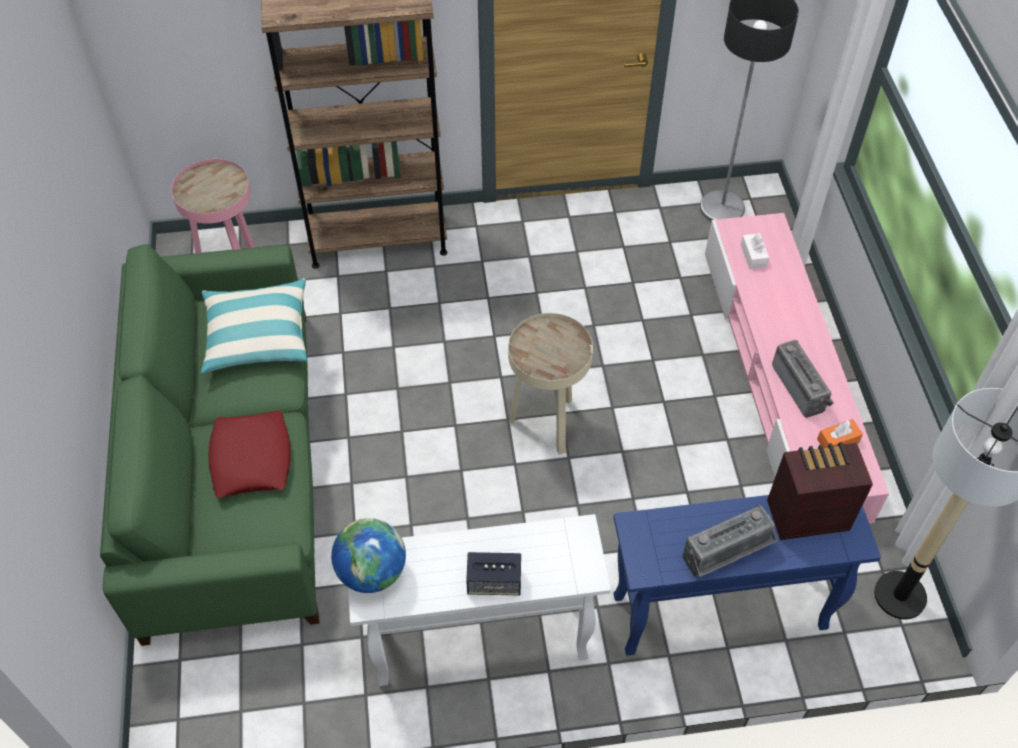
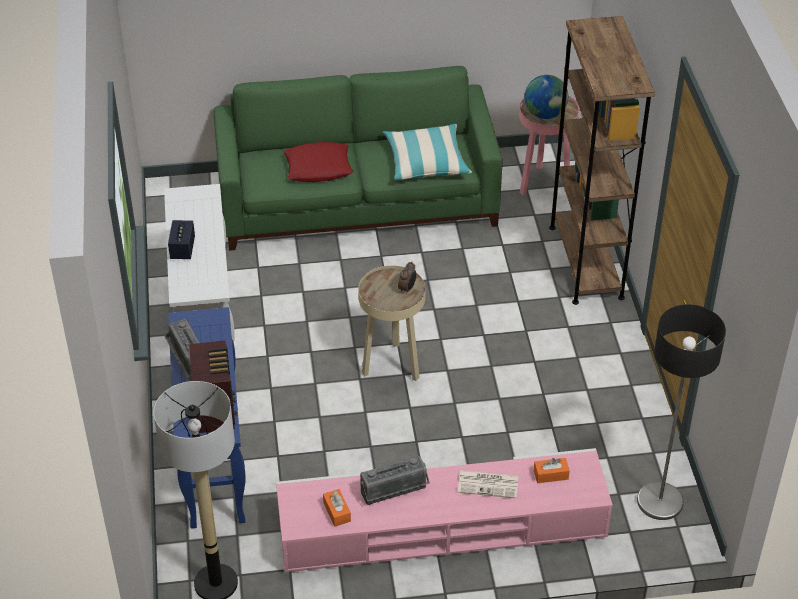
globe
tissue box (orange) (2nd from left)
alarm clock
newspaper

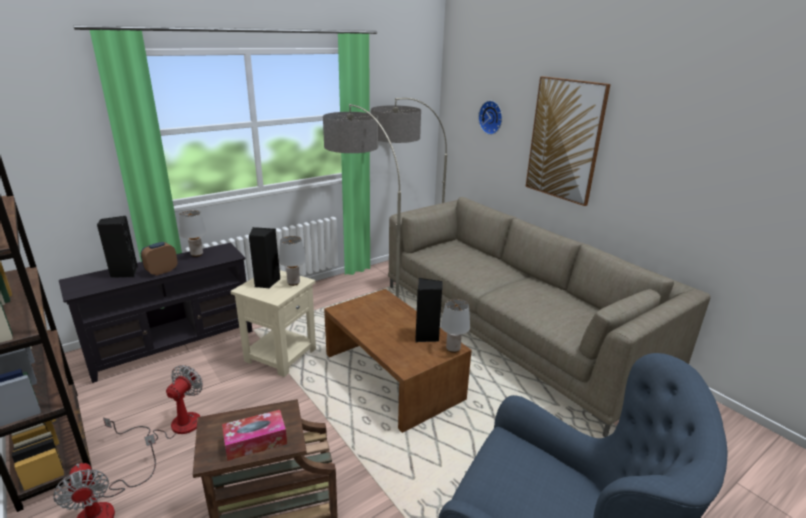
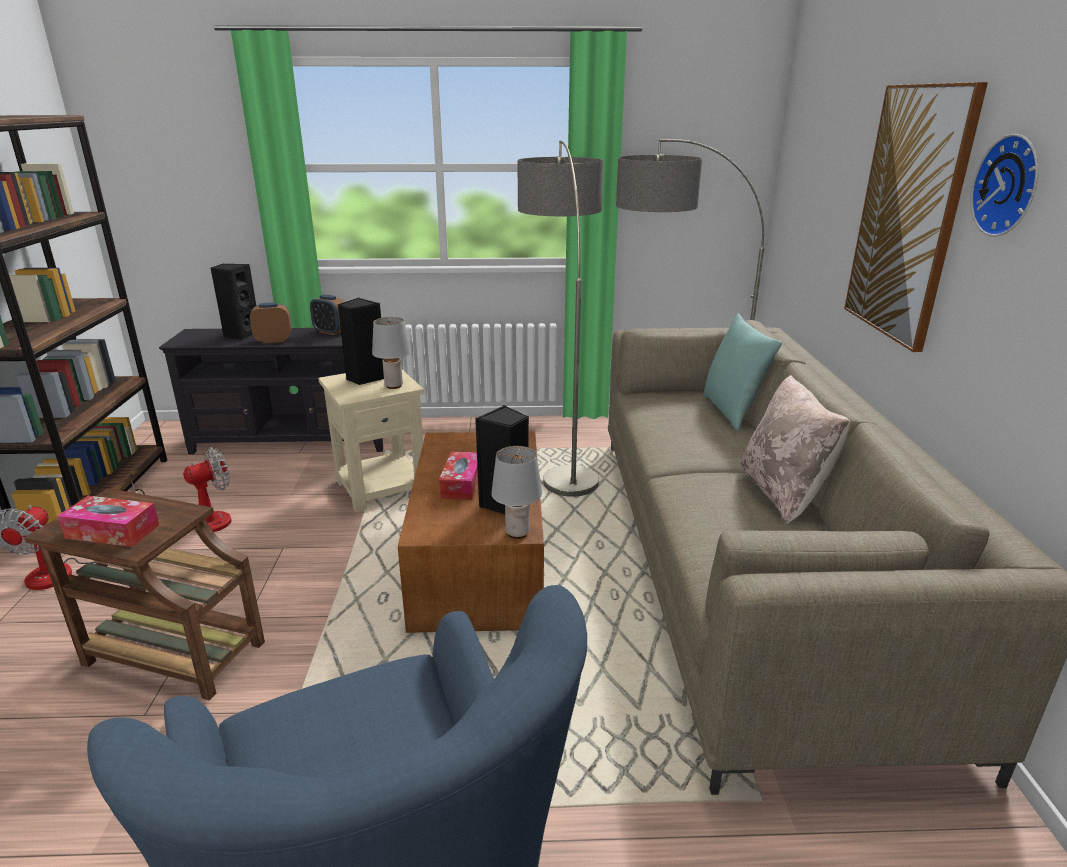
alarm clock (2nd from left)
wall clock
tissue box (2nd from left)
pillow (turquoise)
pillow (beige)

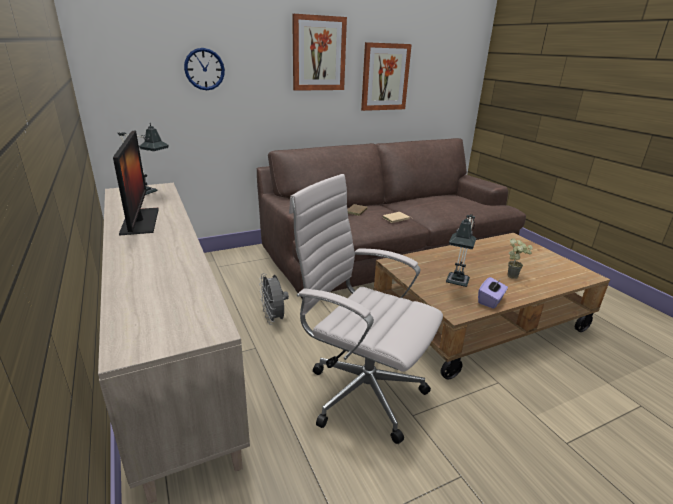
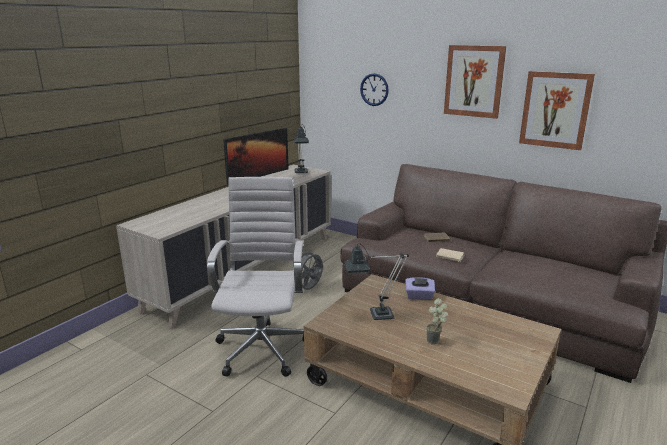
tissue box (purple)

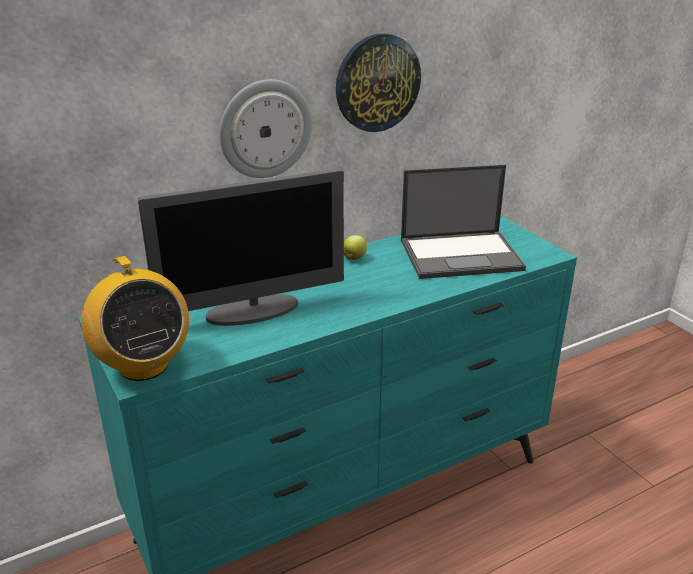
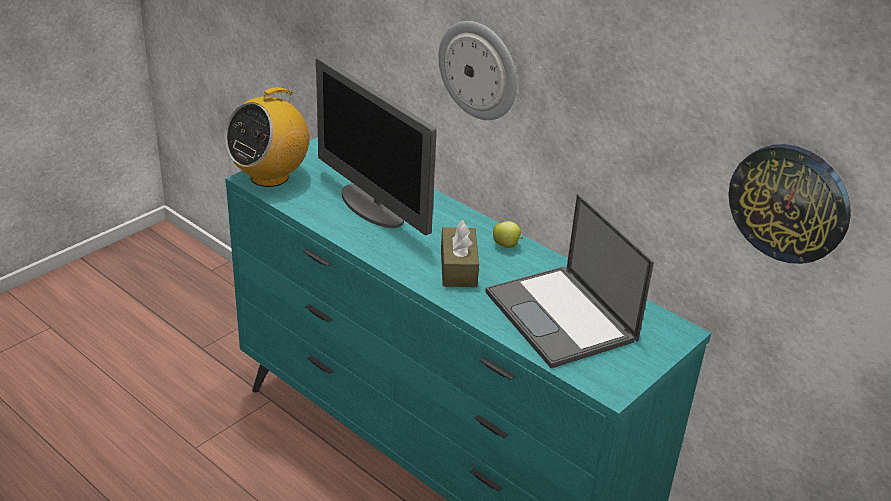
wall clock (2nd from left)
tissue box (brown)

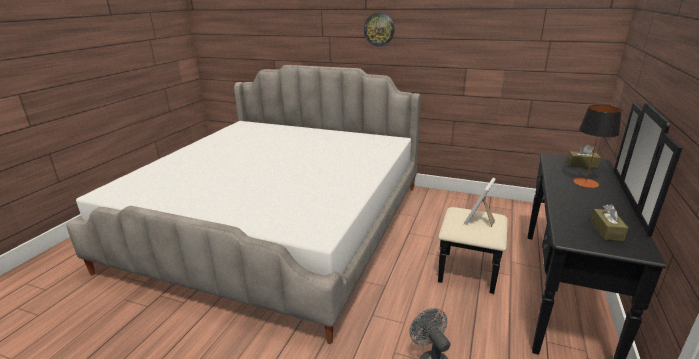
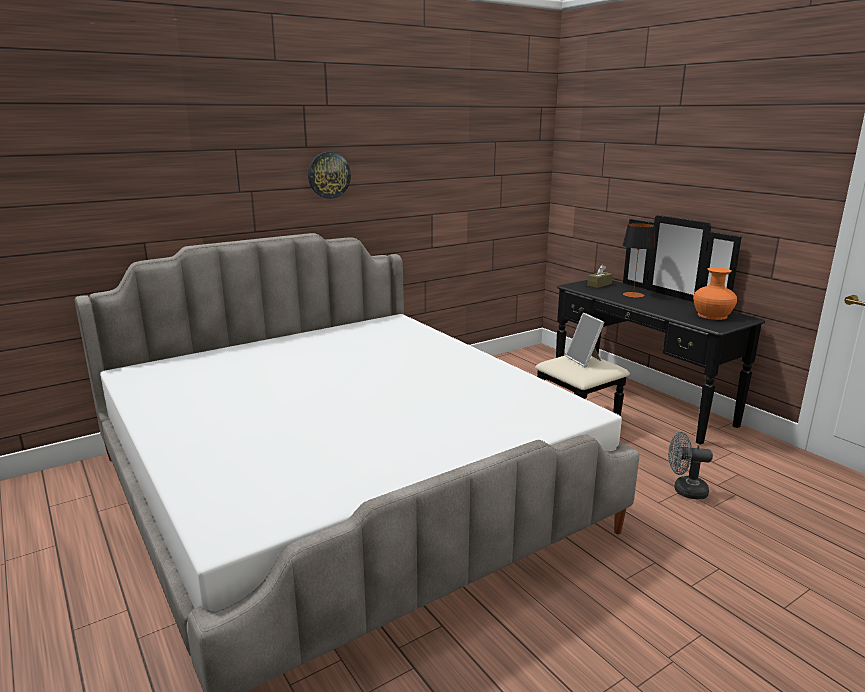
vase (orange)

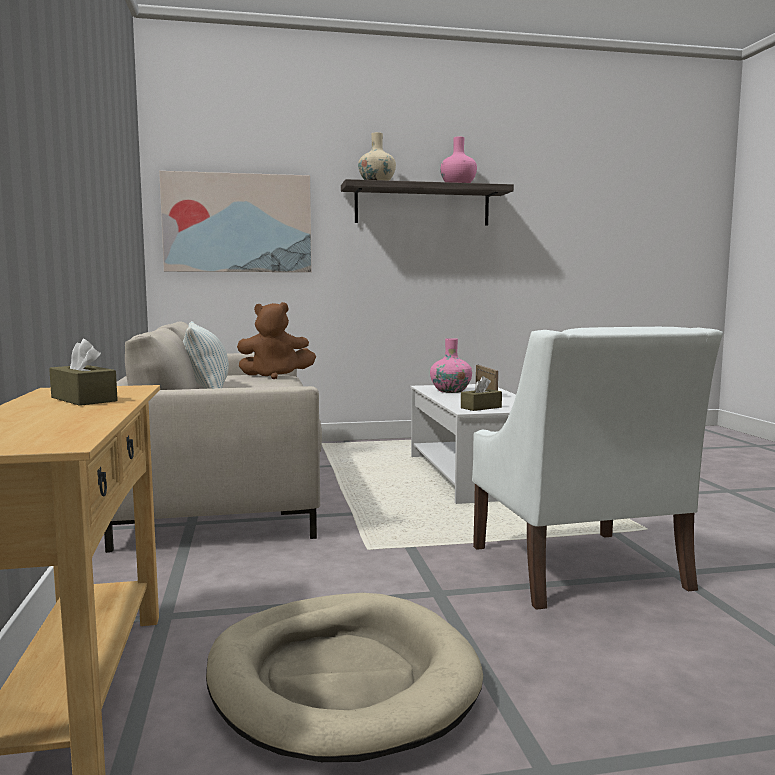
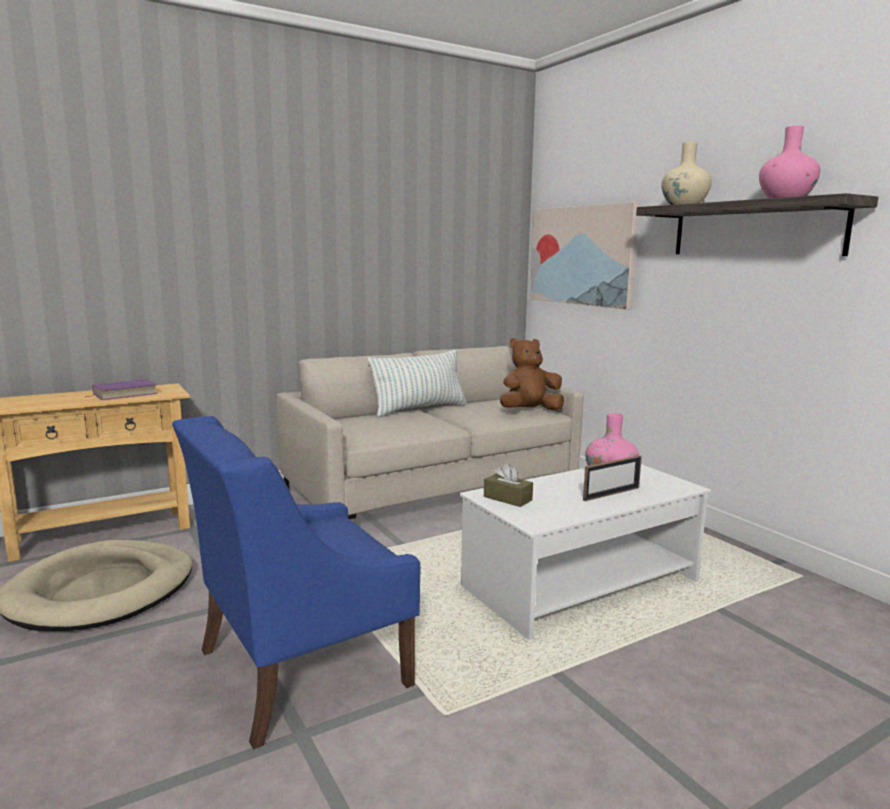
book (purple)
plush toy (brown)
armchair (blue)

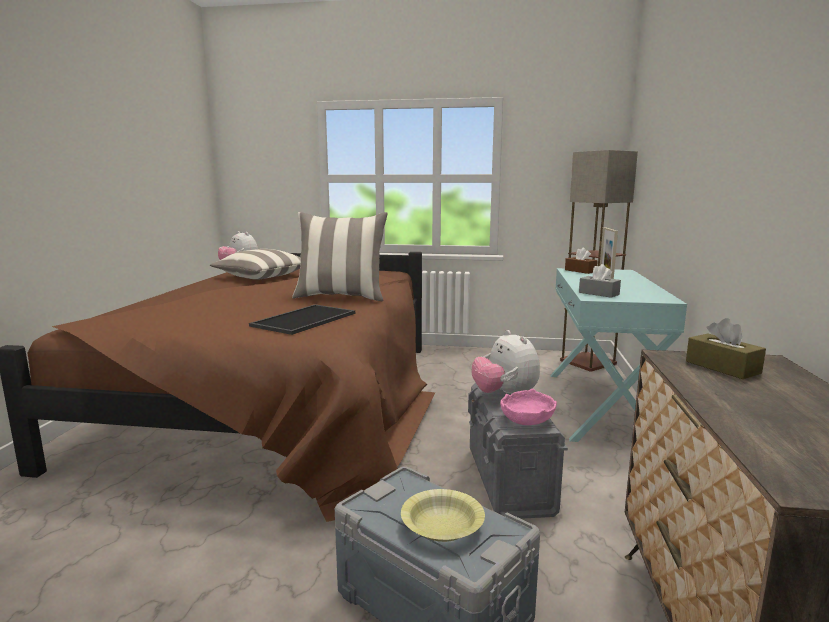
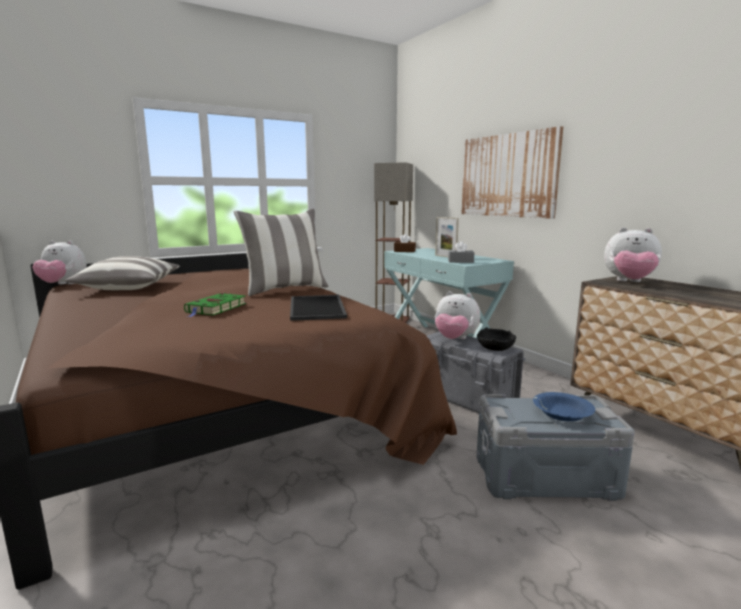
bowl (blue)
bowl (black)
plush toy (3rd from left)
book (green)
picture

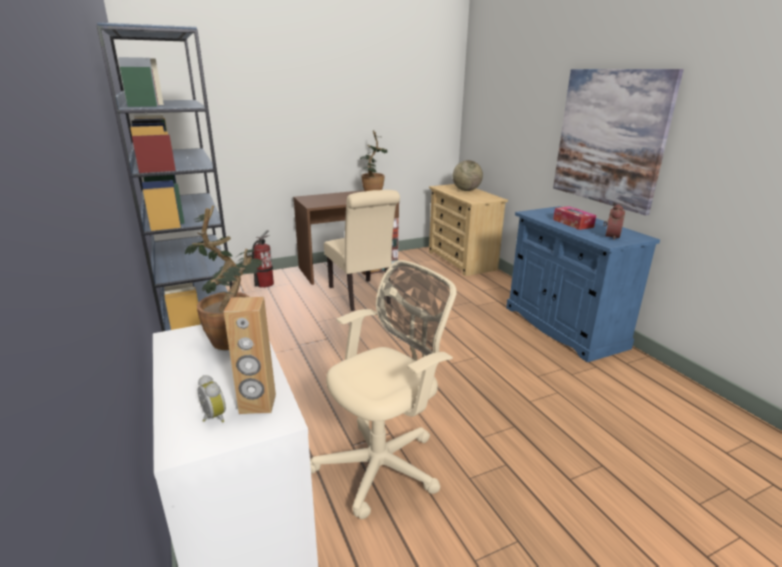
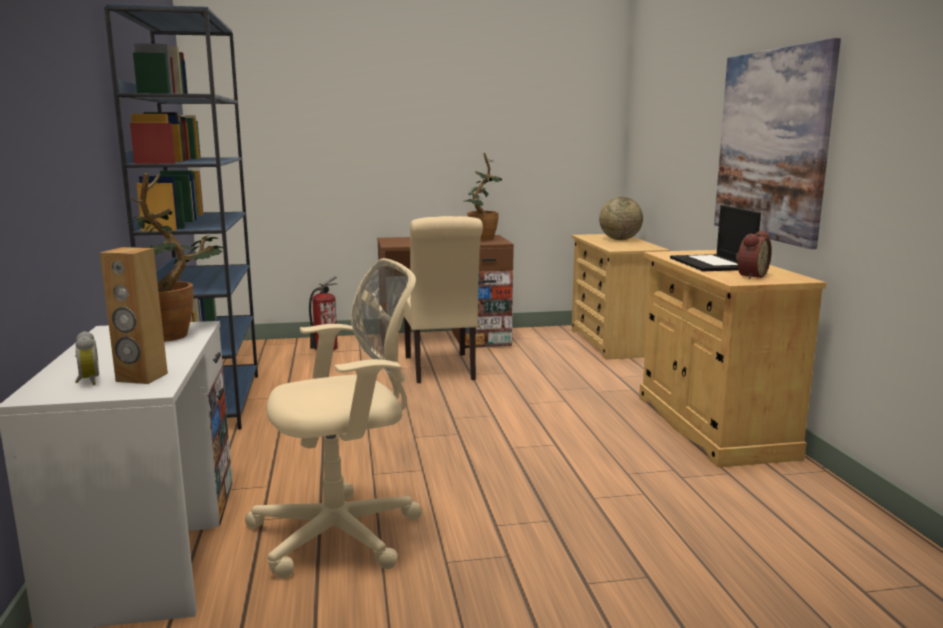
cabinet (beige)
laptop

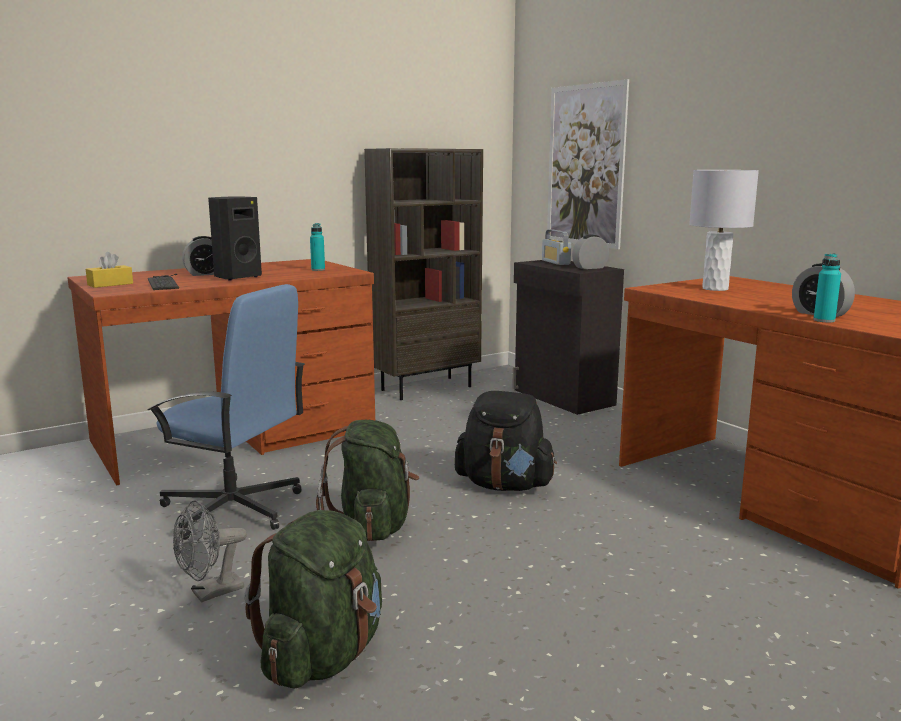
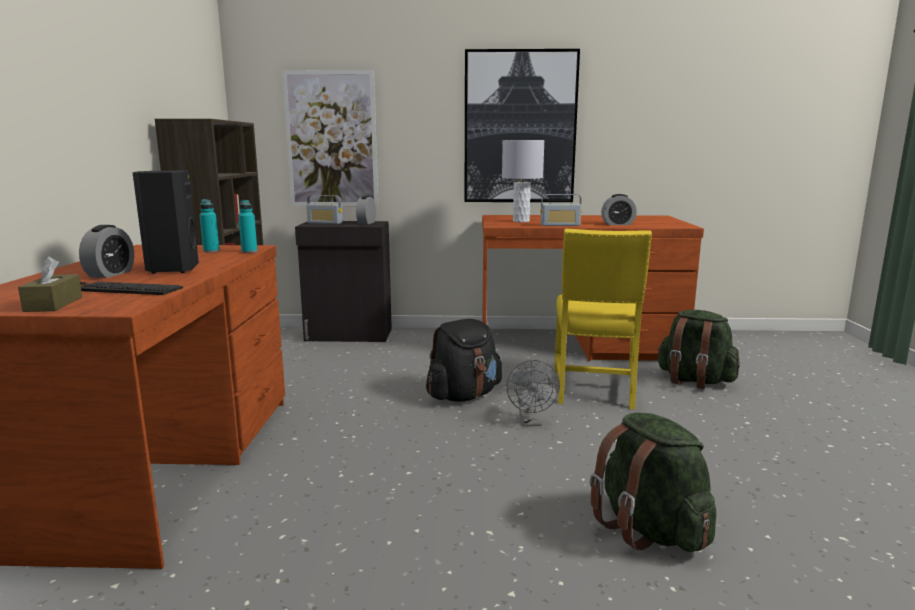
tissue box (brown)
office chair (blue)
fan (grey)
backpack (green) (2nd from left)
bottle (turquoise) (2nd from left)
picture (2nd from left)
radio (2nd from left)
chair (yellow)

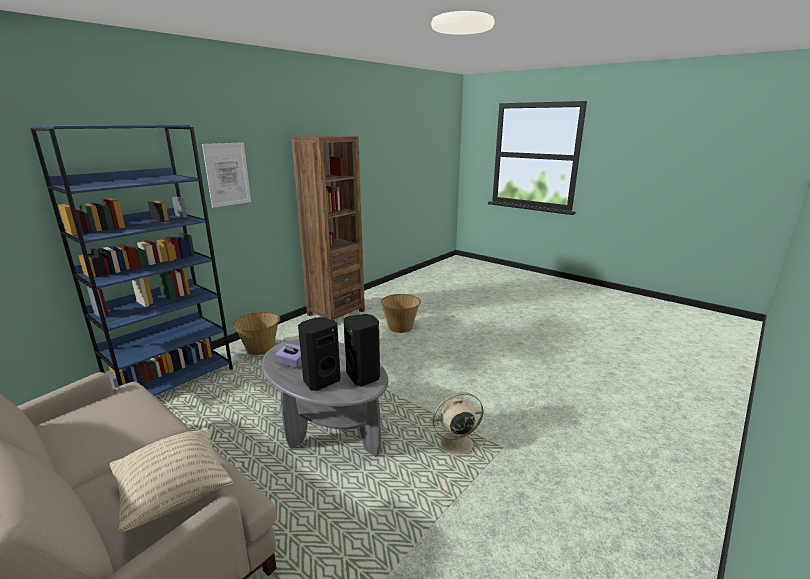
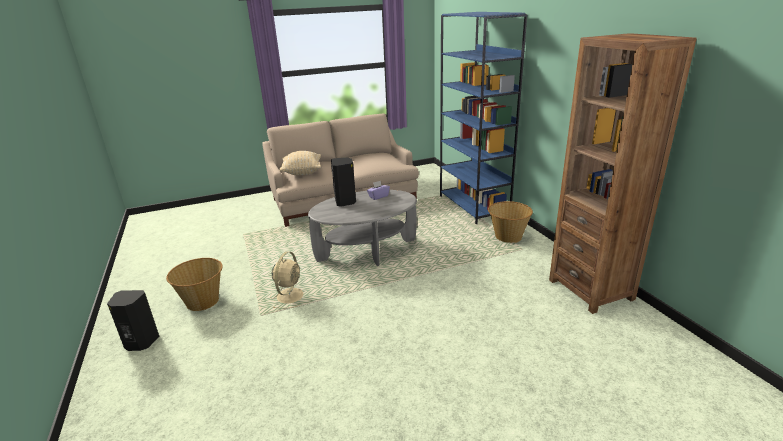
picture
speaker (black) (1st from left)
basket (1st from left)

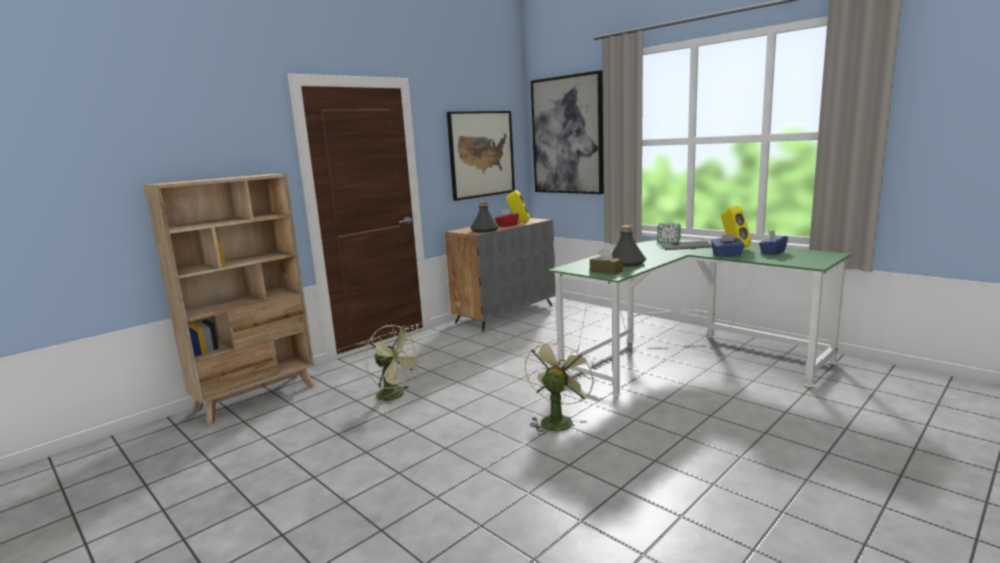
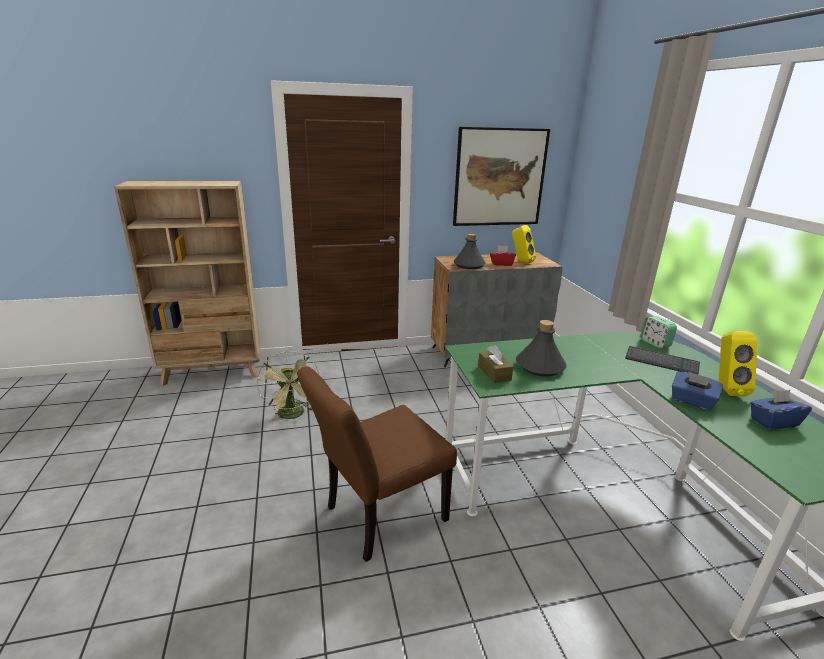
chair (brown)
picture (2nd from left in the first image)

